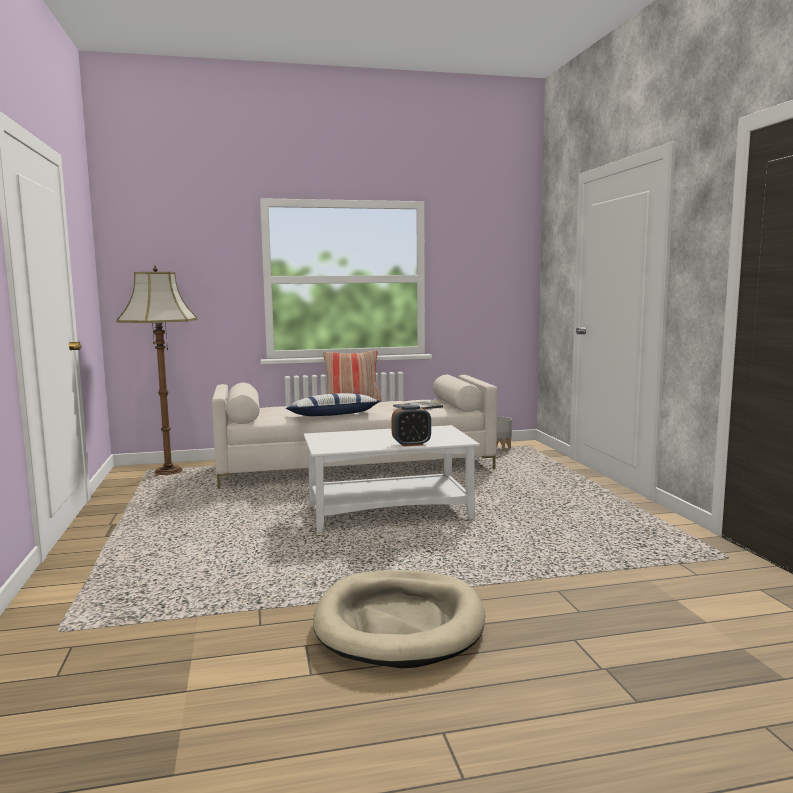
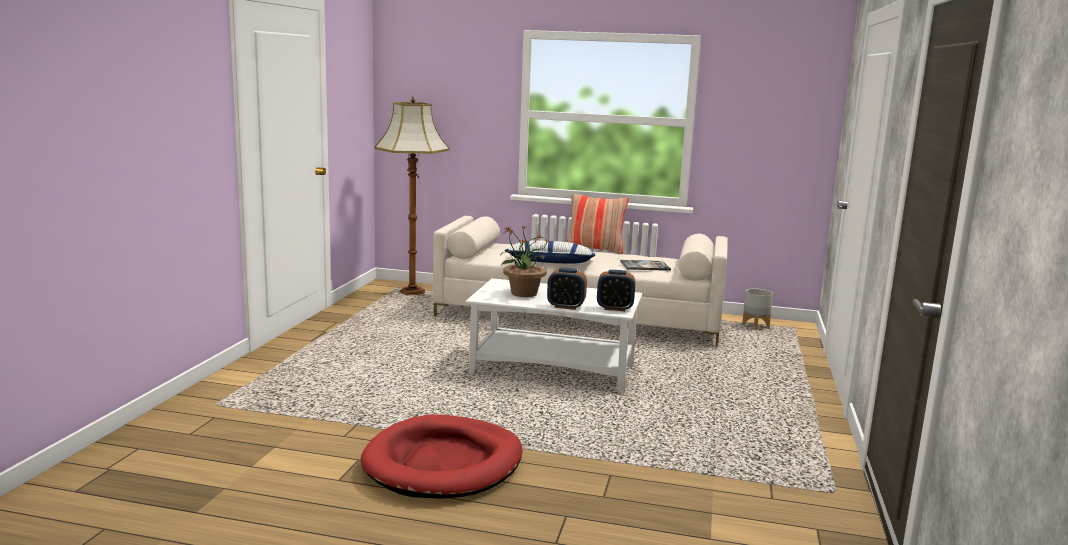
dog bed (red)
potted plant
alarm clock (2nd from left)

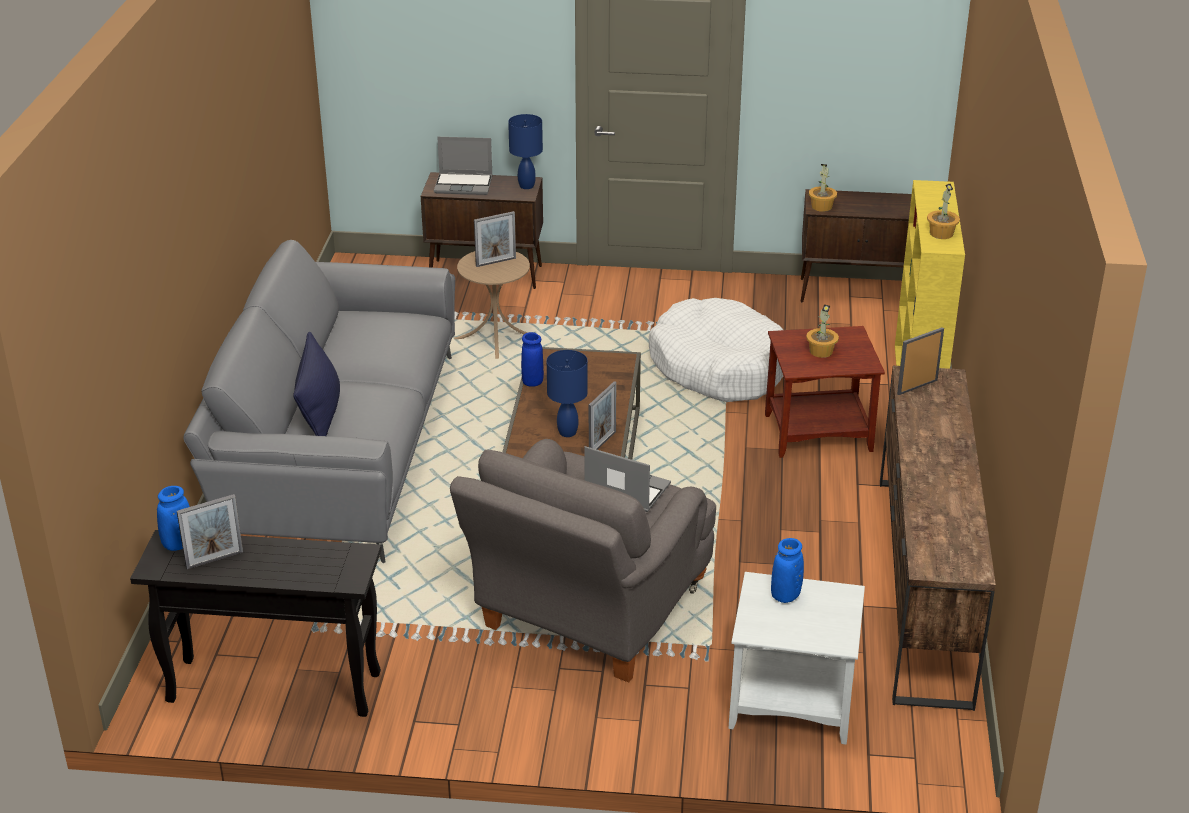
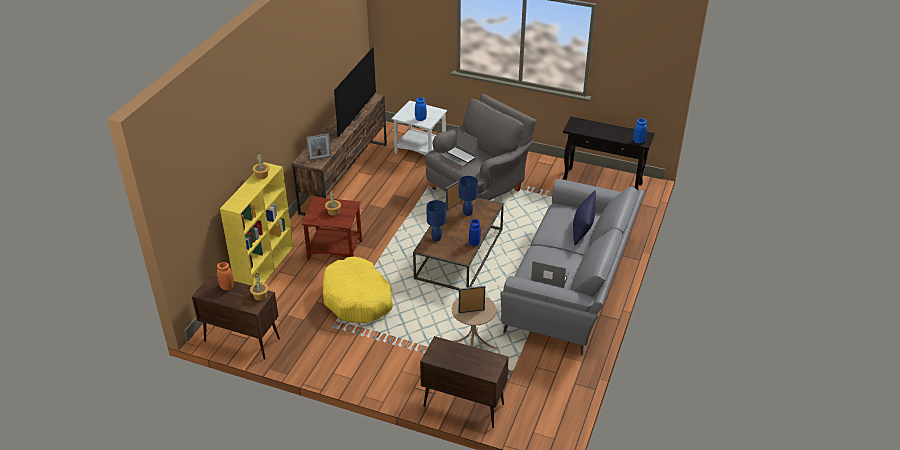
picture frame (1st from left in the first image)
laptop (2nd from left)
table lamp (blue) (1st from left)
dog bed (yellow)
vase (orange)
television

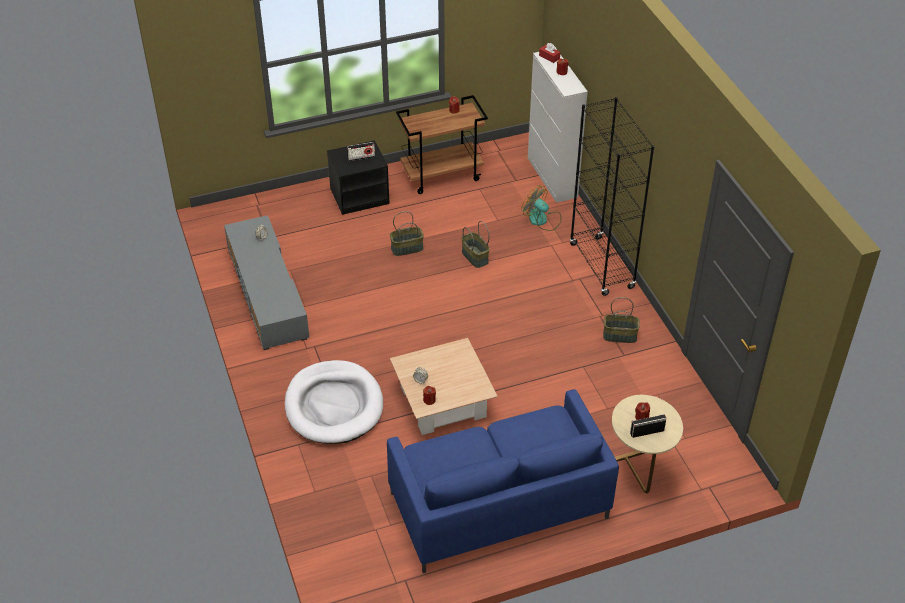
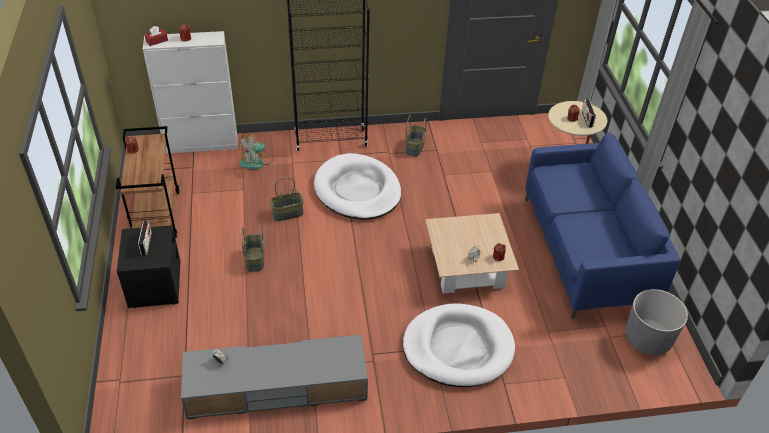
dog bed (white) (1st from left)
planter (grey)

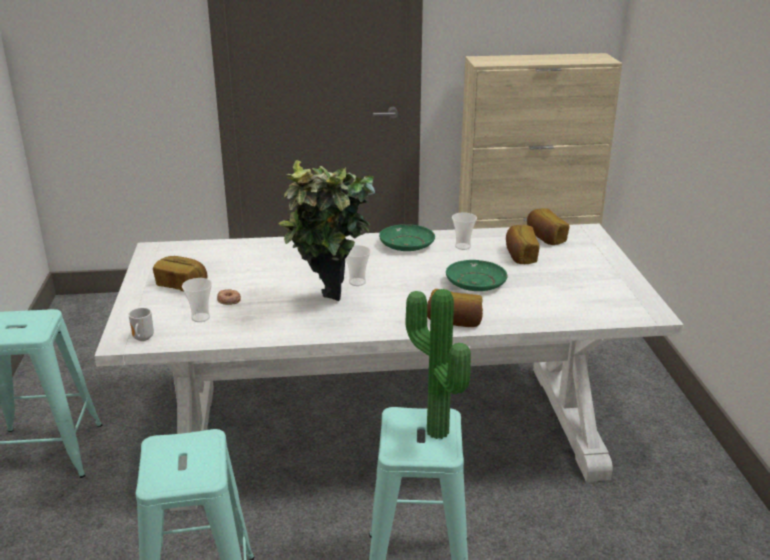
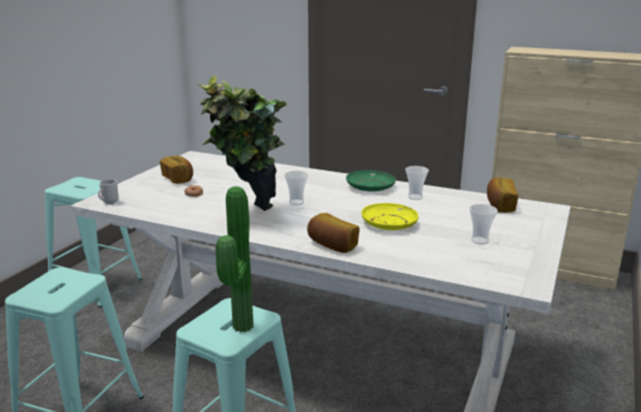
cup (3rd from left)
plate (yellow)
bread (3rd from left in the first image)

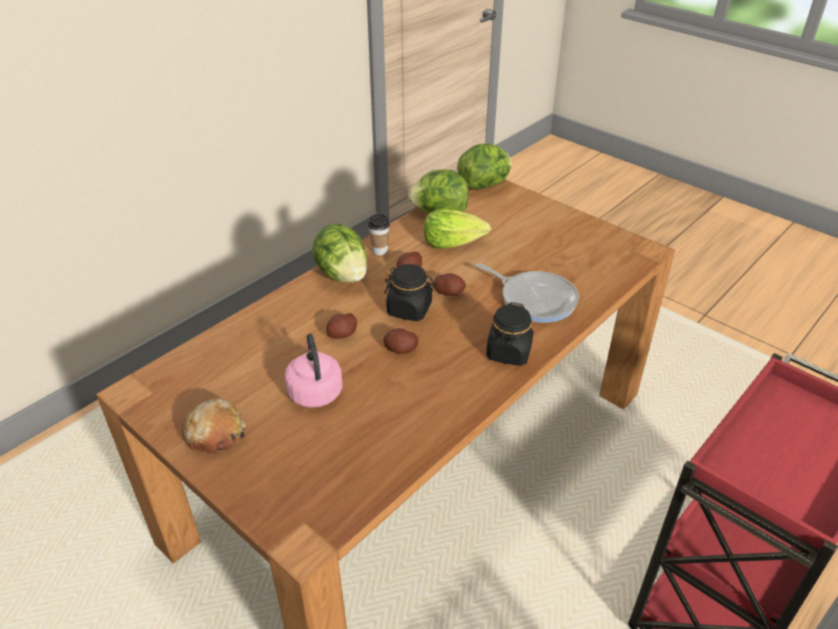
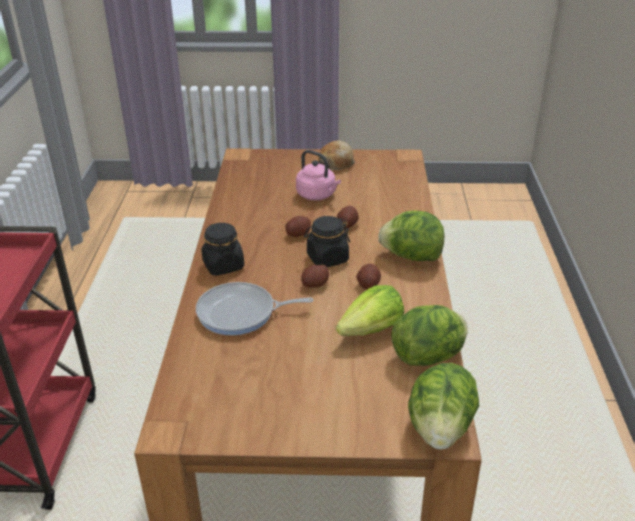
cup

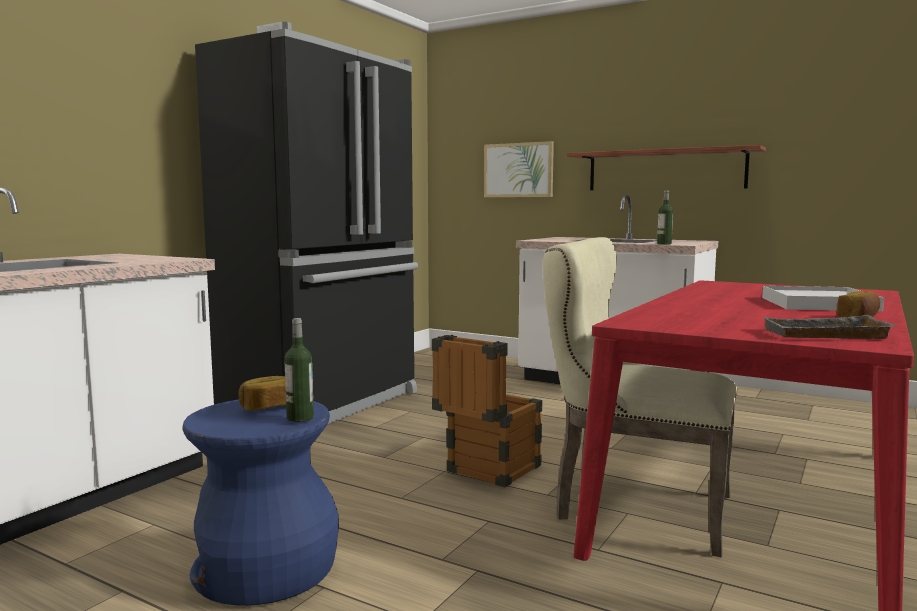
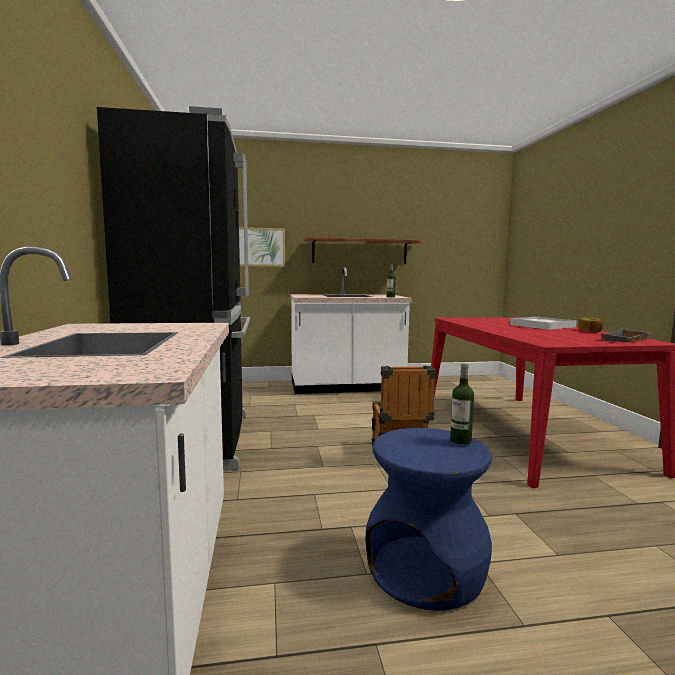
bread (1st from left in the first image)
chair (beige)

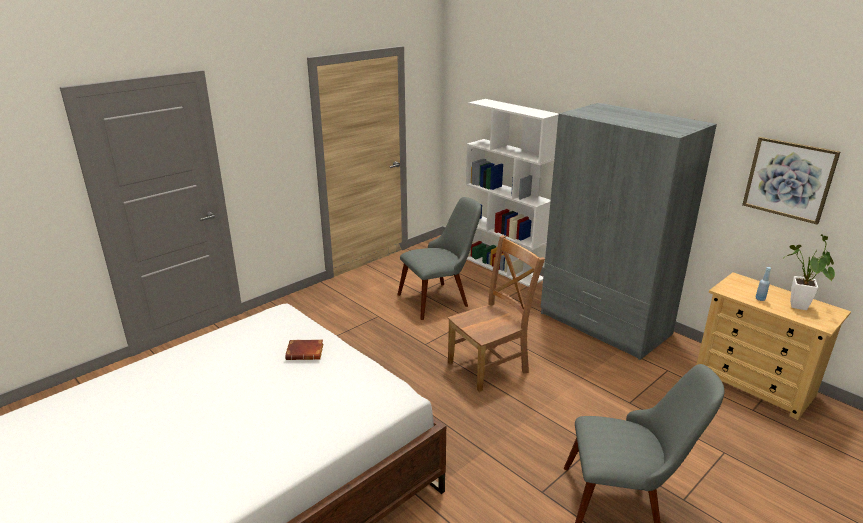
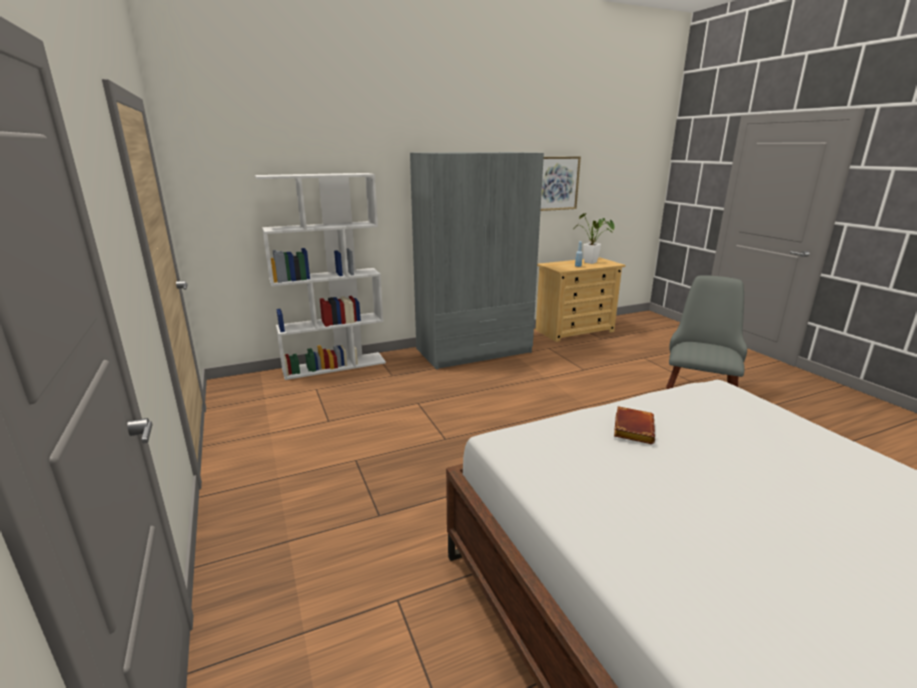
chair (grey) (1st from left in the first image)
chair (brown)

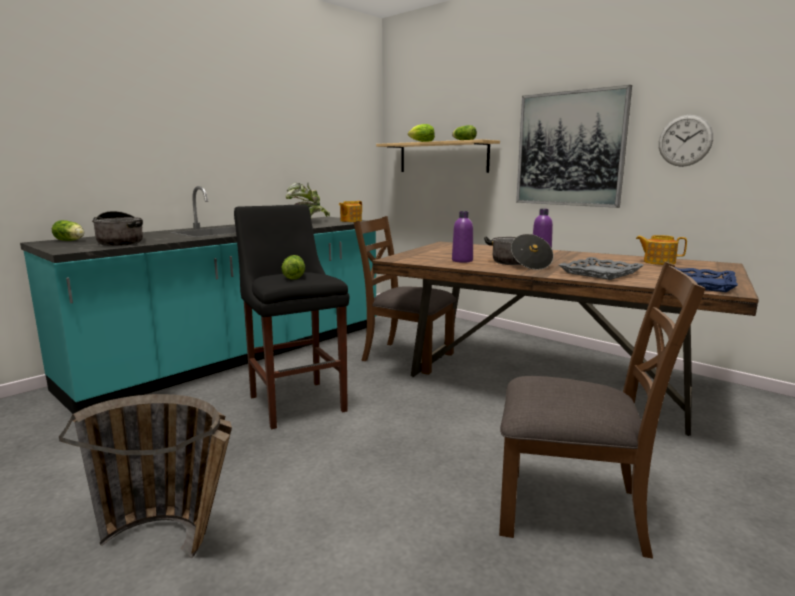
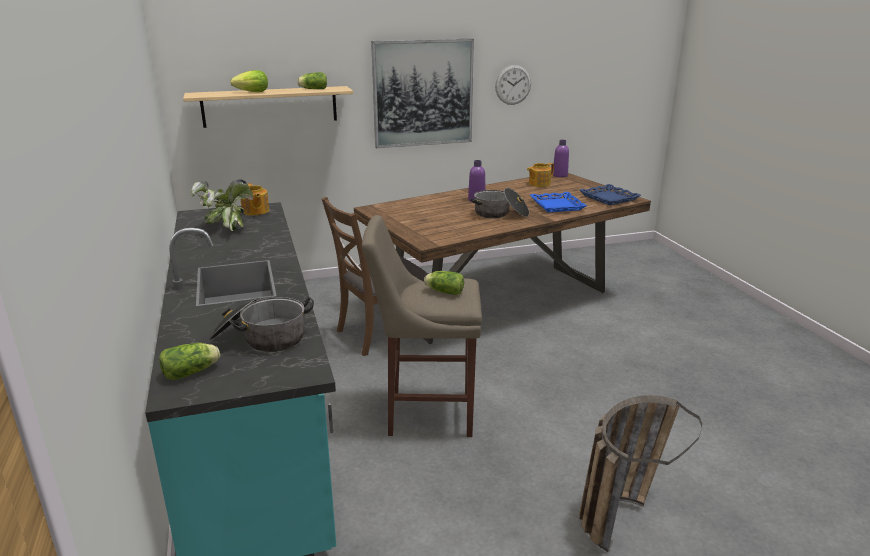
stool (beige)
bottle (purple) (2nd from left)
chair (brown) (2nd from left in the first image)
tray (blue) (1st from left)

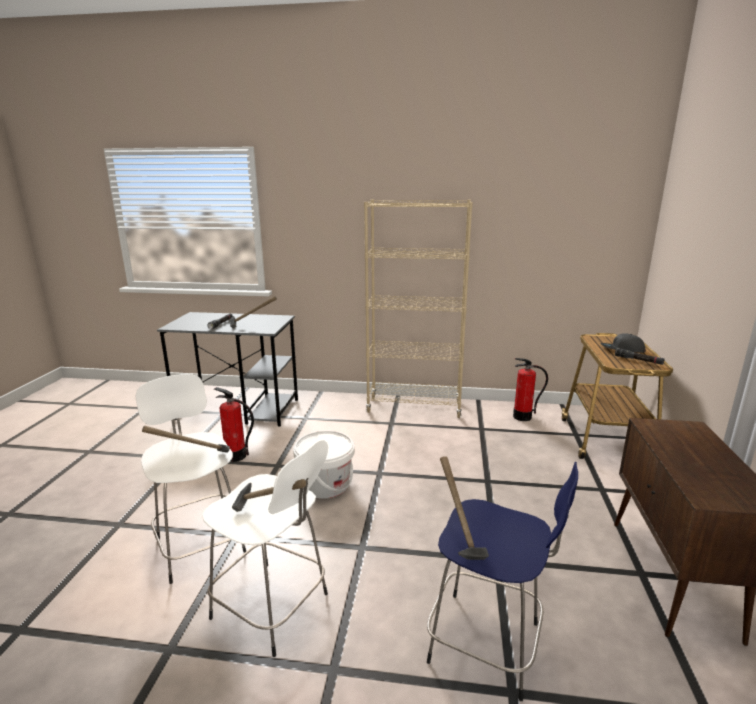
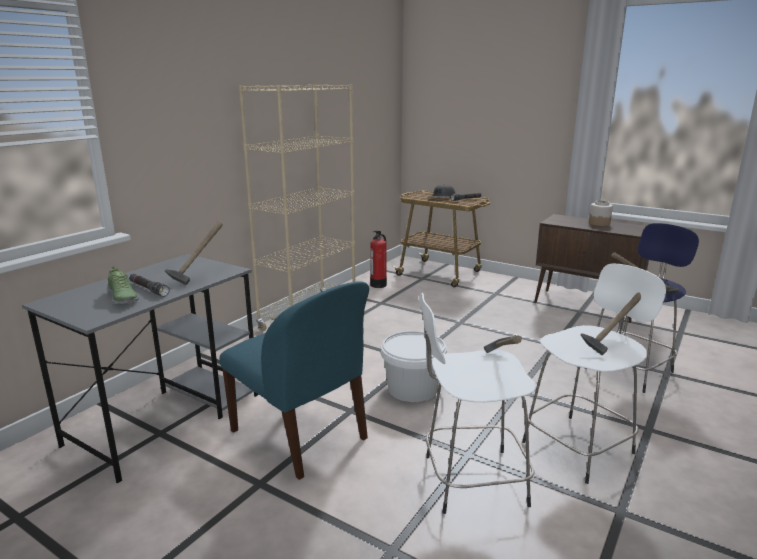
chair (blue)
shoe
jar

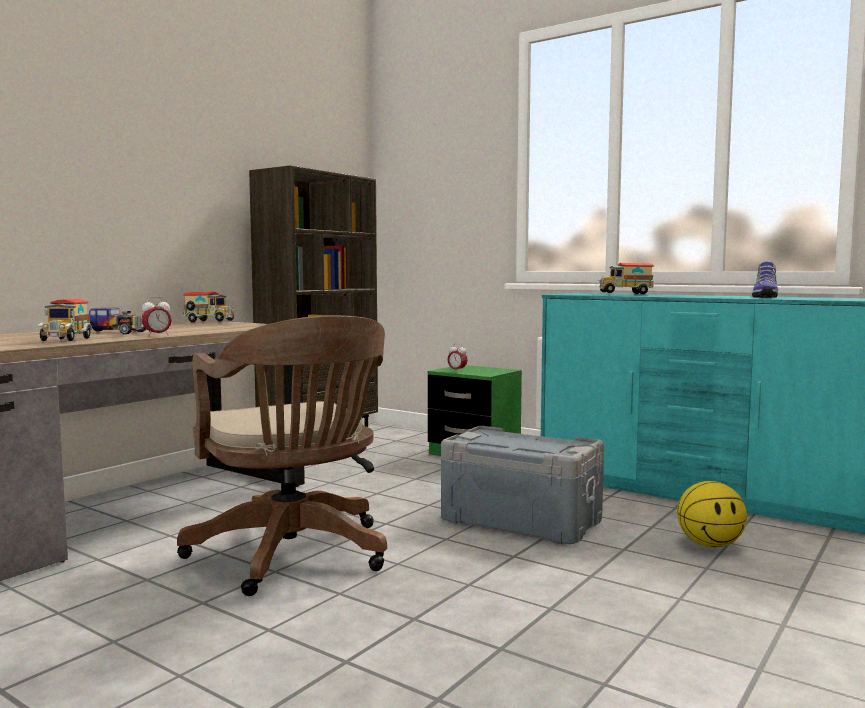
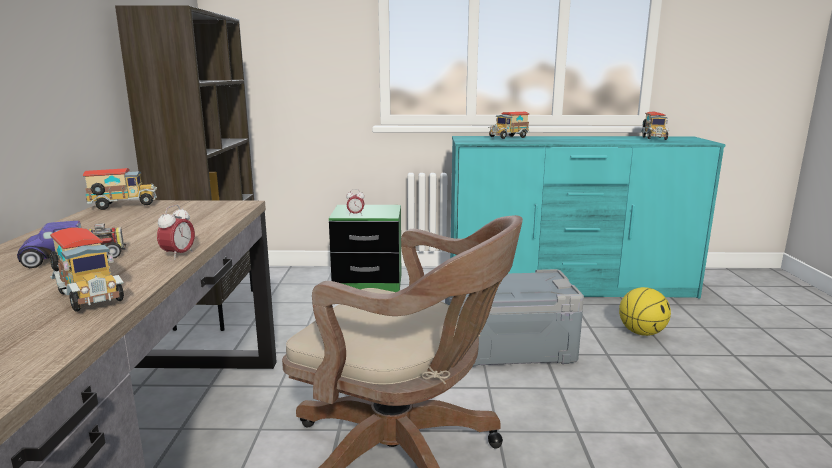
shoe
toy truck (4th from left)

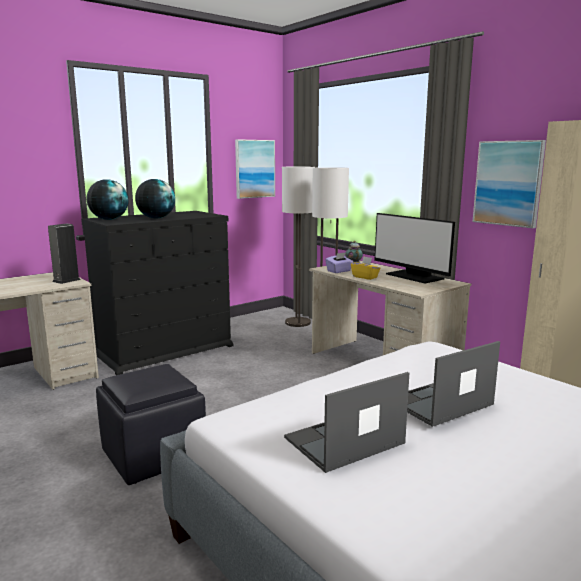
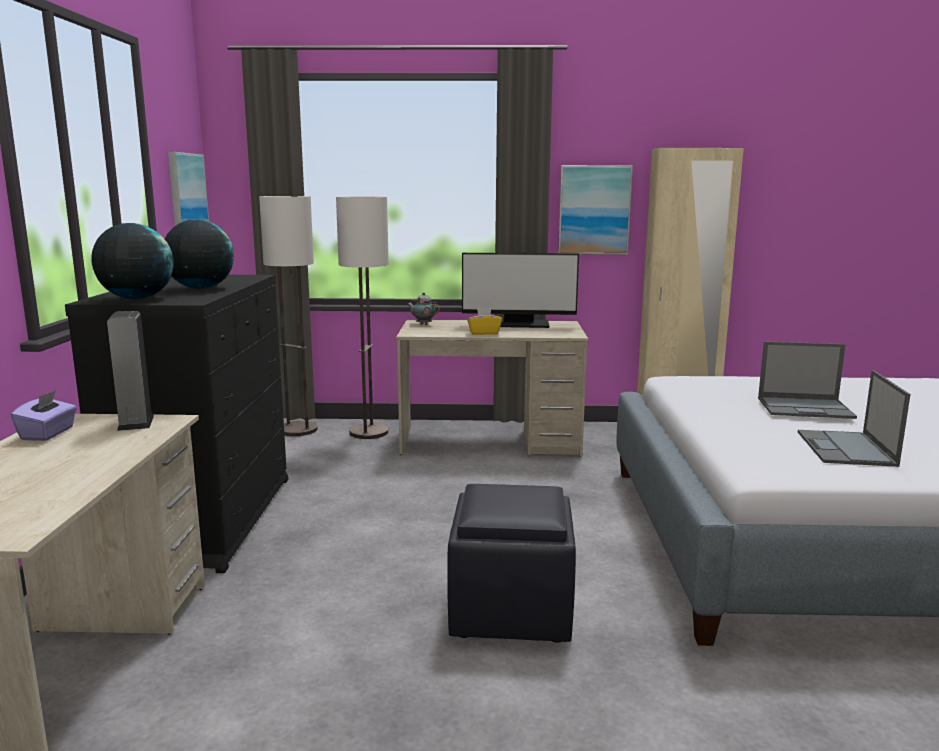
tissue box (purple)
laptop (1st from left)

